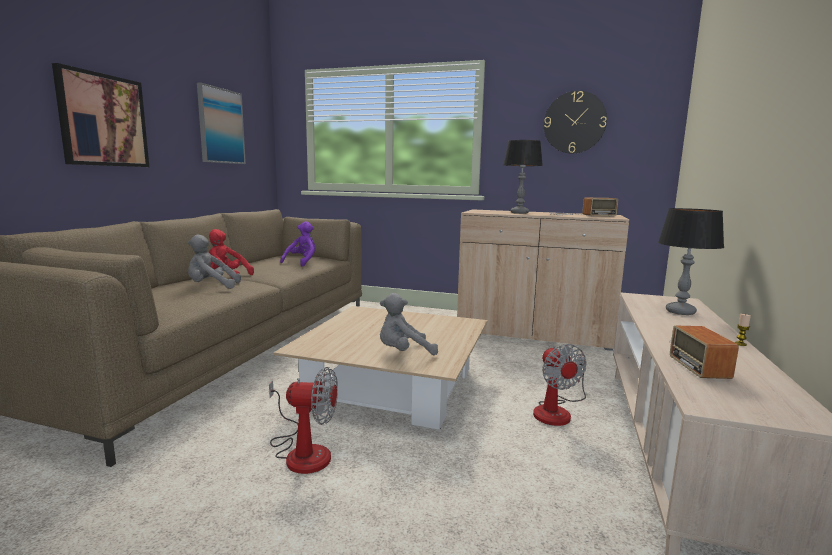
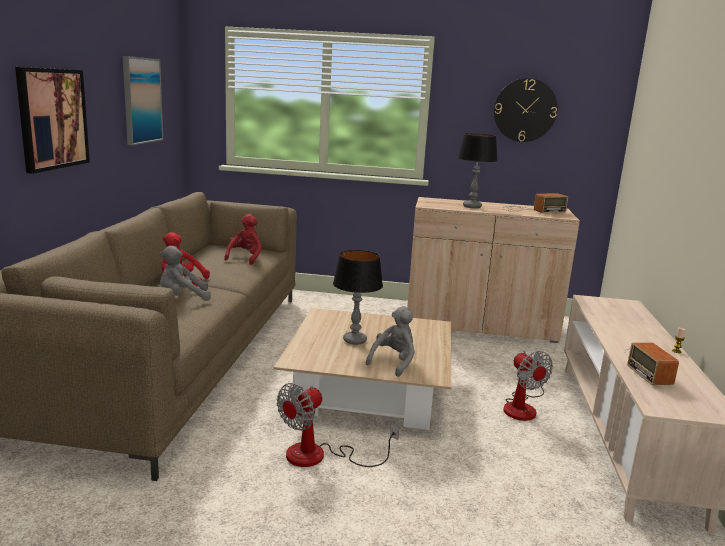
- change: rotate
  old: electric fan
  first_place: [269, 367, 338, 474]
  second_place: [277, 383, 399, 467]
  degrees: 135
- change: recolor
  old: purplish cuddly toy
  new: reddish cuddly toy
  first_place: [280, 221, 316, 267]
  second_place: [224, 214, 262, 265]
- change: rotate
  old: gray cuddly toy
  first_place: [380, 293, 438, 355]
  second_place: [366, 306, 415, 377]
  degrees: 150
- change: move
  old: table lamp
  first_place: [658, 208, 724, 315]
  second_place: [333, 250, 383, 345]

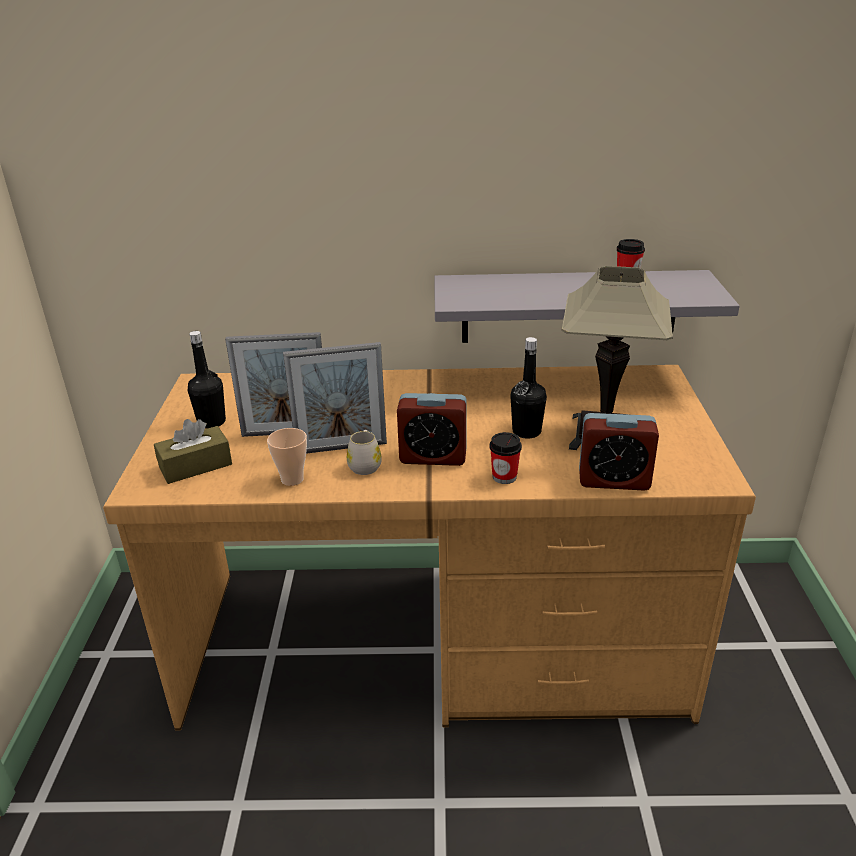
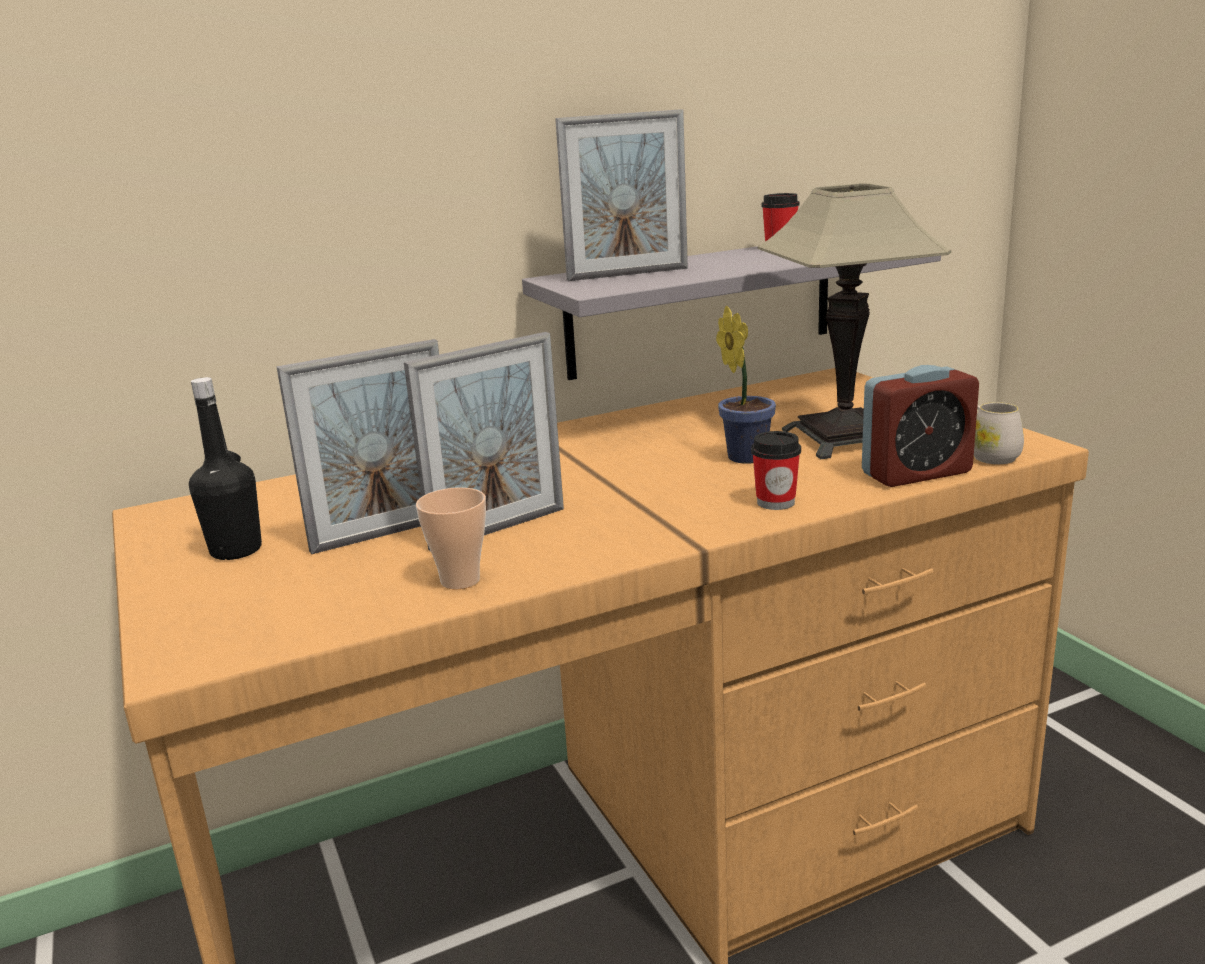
- change: delete
  old: brown tissue box
  first_place: [154, 419, 232, 484]
- change: move
  old: whitish tea mug
  first_place: [347, 430, 382, 475]
  second_place: [974, 402, 1024, 464]
- change: delete
  old: bedside clock
  first_place: [397, 393, 467, 466]
- change: replace
  old: black beverage bottle
  new: plant in a pot
  first_place: [510, 337, 547, 439]
  second_place: [716, 305, 776, 464]
- change: insert
  new: picture frame
  second_place: [555, 109, 688, 281]

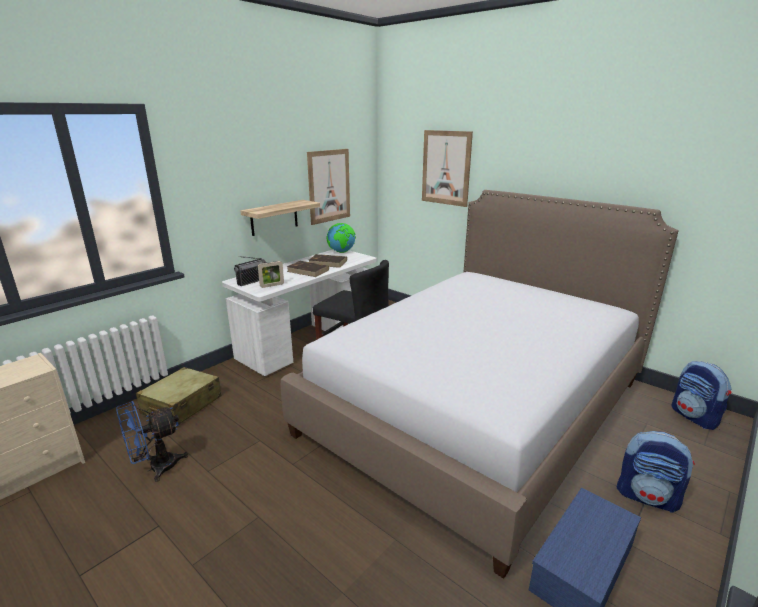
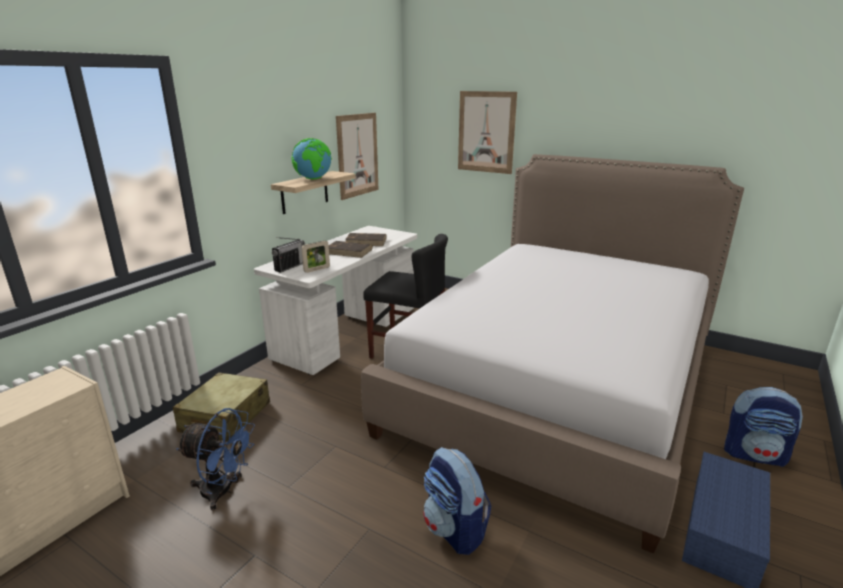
- change: rotate
  old: blue-coloured electric fan
  first_place: [116, 401, 188, 482]
  second_place: [176, 408, 255, 511]
  degrees: -120
- change: move
  old: world globe
  first_place: [327, 223, 356, 253]
  second_place: [291, 138, 332, 179]
- change: move
  old: rucksack
  first_place: [672, 361, 732, 430]
  second_place: [423, 447, 491, 555]

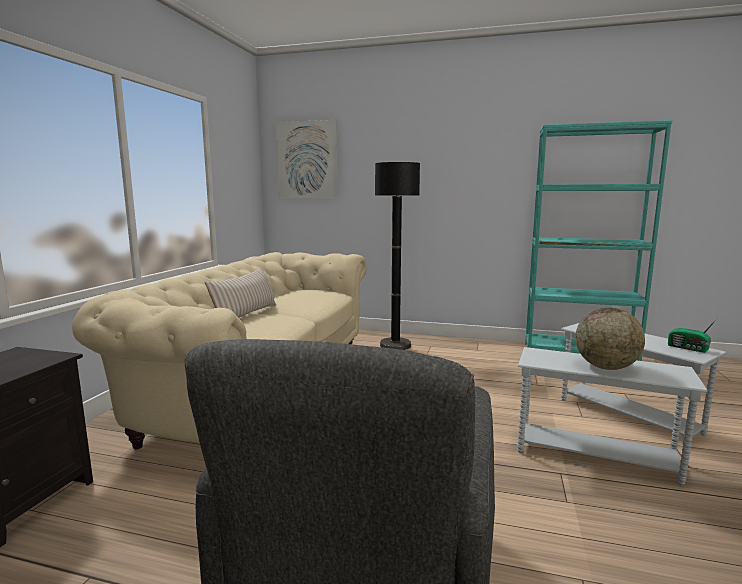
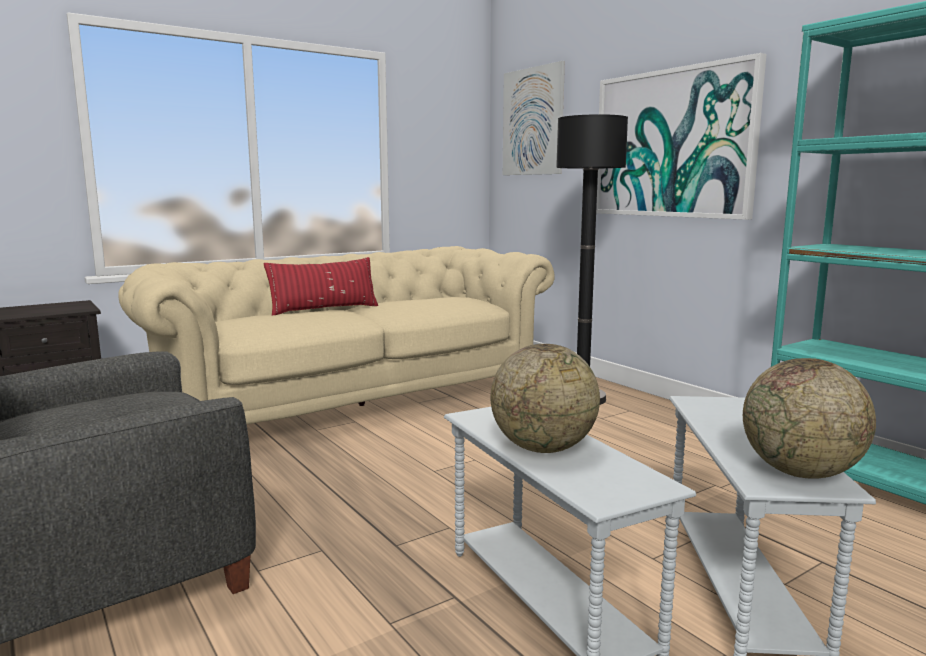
- change: recolor
  old: beige cushion
  new: reddish cushion
  first_place: [205, 267, 276, 318]
  second_place: [263, 257, 378, 315]
- change: replace
  old: radio
  new: world globe
  first_place: [668, 320, 716, 353]
  second_place: [743, 358, 876, 479]
- change: insert
  new: wall picture
  second_place: [596, 53, 767, 220]

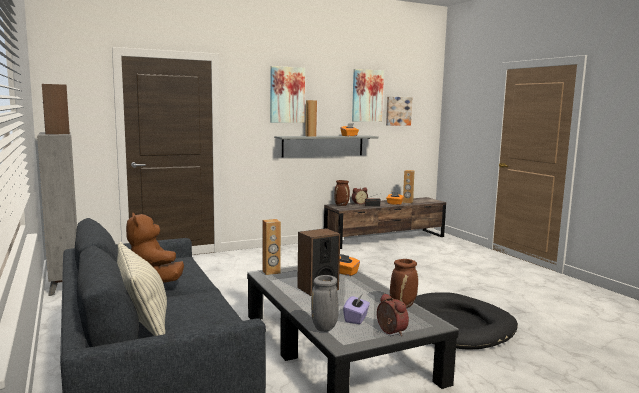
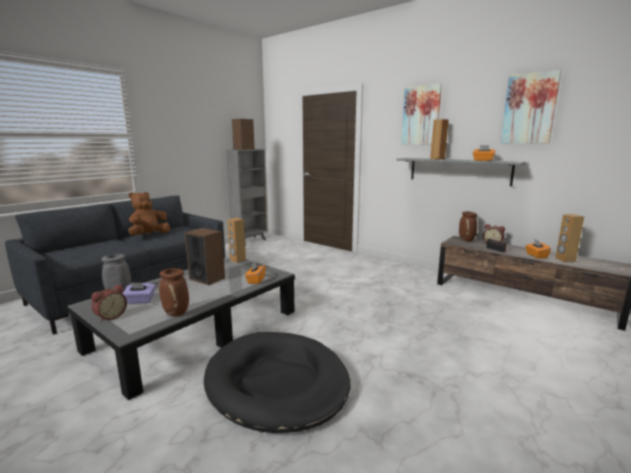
- change: delete
  old: cushion
  first_place: [117, 242, 167, 336]
- change: delete
  old: wall picture
  first_place: [386, 97, 412, 126]

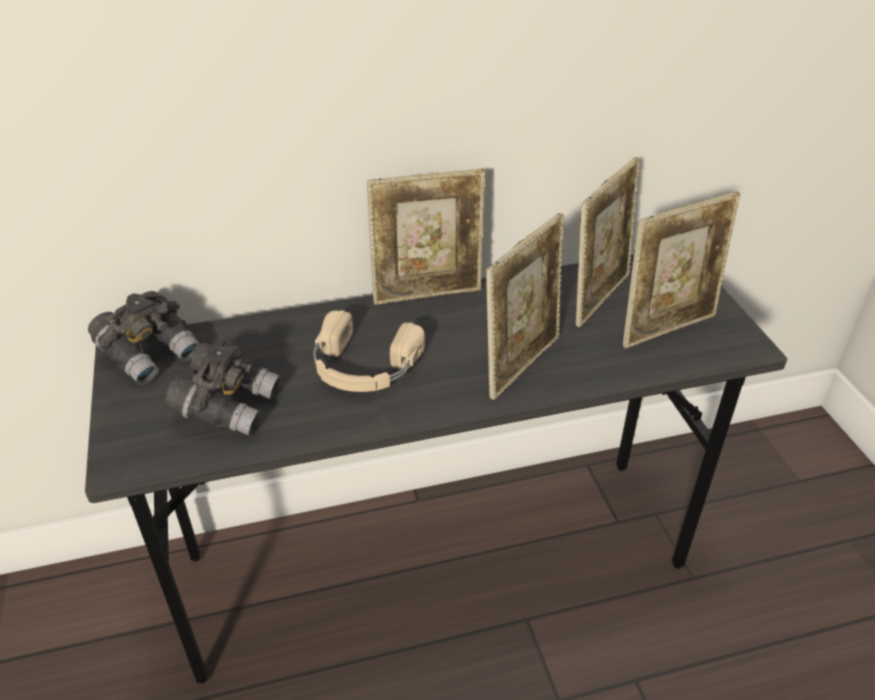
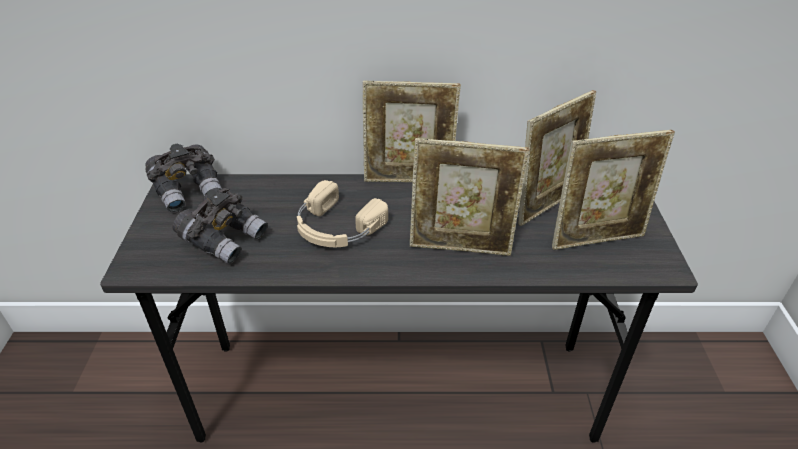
- change: rotate
  old: picture frame
  first_place: [486, 213, 564, 400]
  second_place: [410, 138, 530, 256]
  degrees: 45

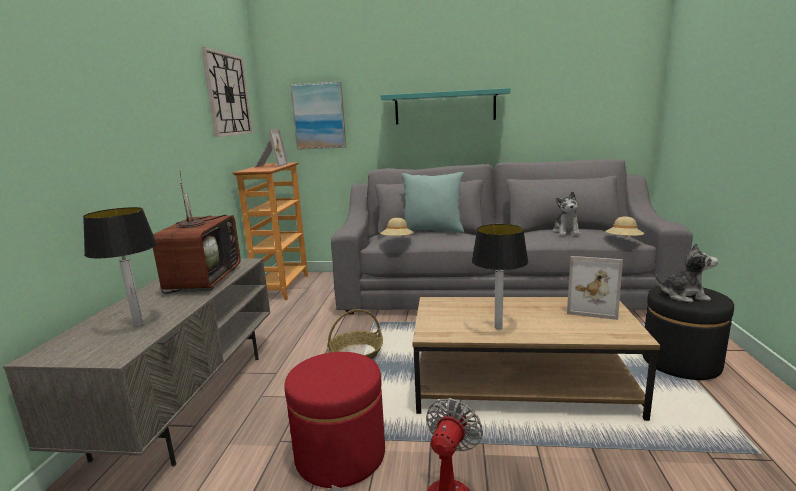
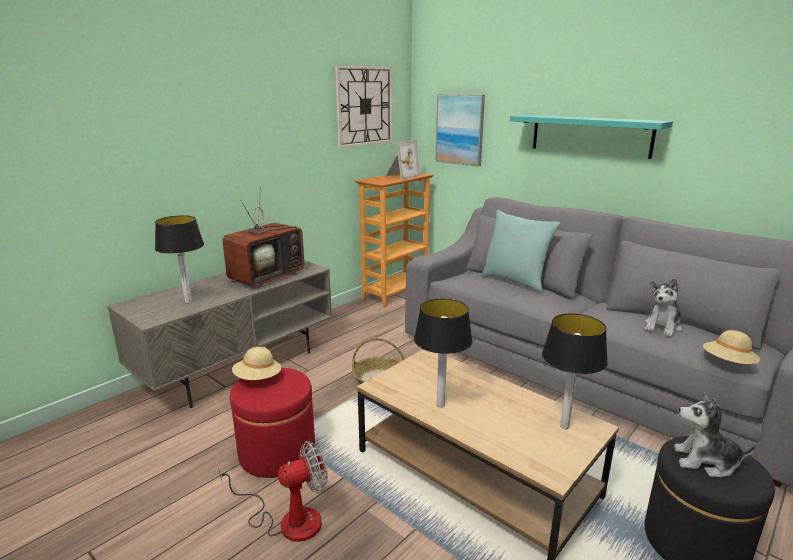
- change: move
  old: beige wearable hat
  first_place: [380, 218, 414, 237]
  second_place: [232, 347, 281, 380]
- change: replace
  old: picture frame
  new: table lamp
  first_place: [567, 256, 623, 320]
  second_place: [542, 313, 608, 429]
- change: rotate
  old: cuddly toy
  first_place: [655, 243, 718, 302]
  second_place: [674, 393, 757, 477]
  degrees: 150

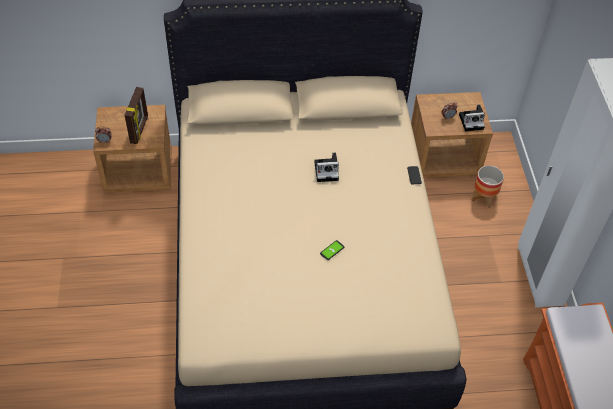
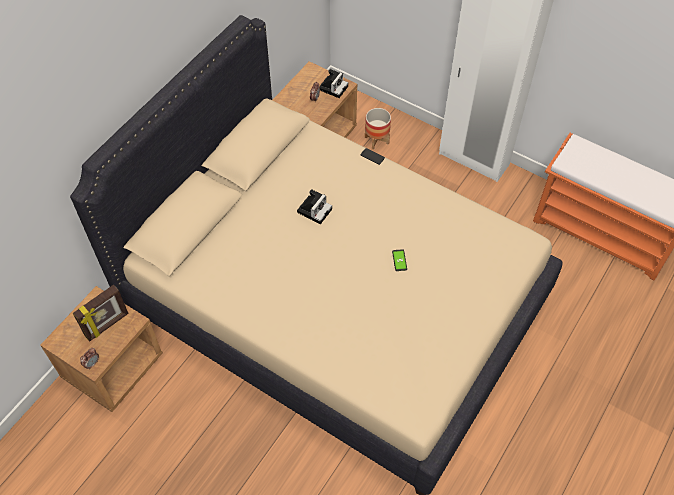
- change: rotate
  old: picture frame
  first_place: [125, 87, 148, 144]
  second_place: [73, 285, 128, 342]
  degrees: 90

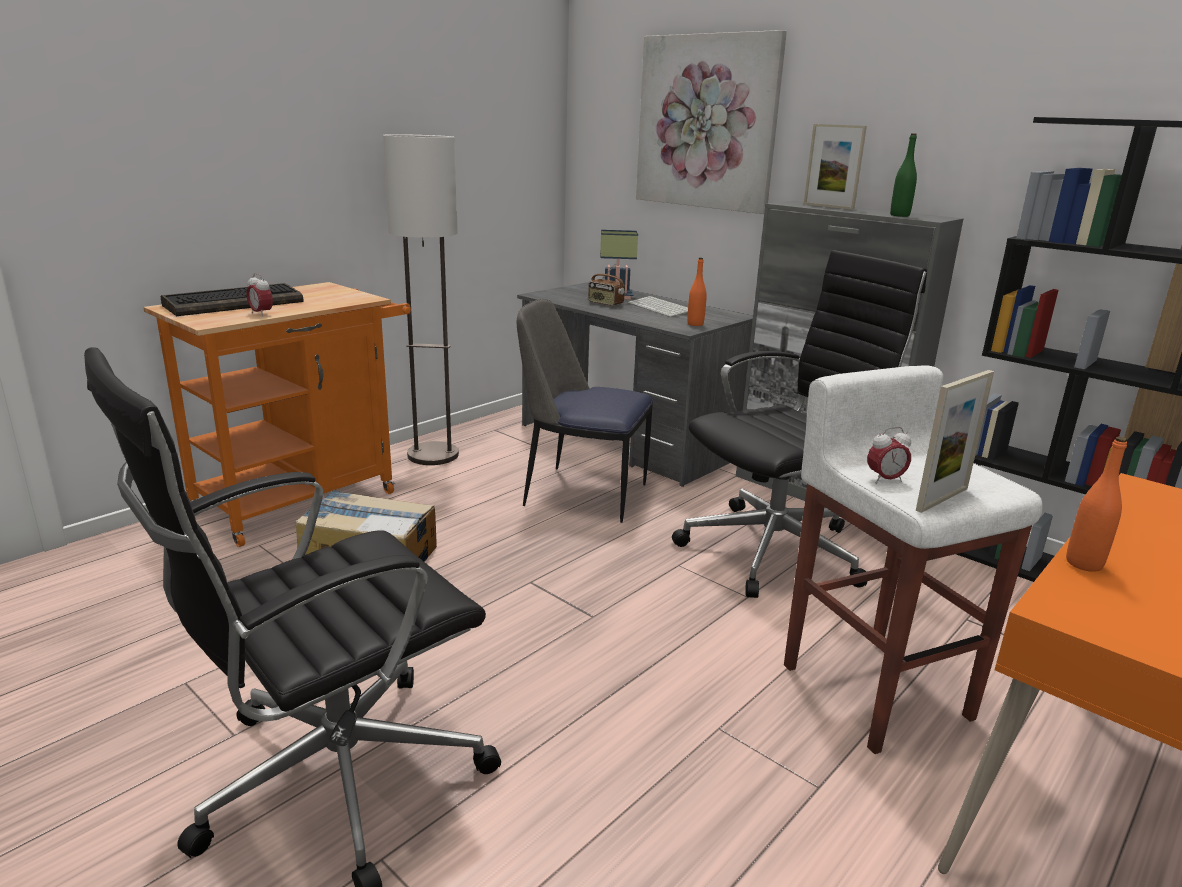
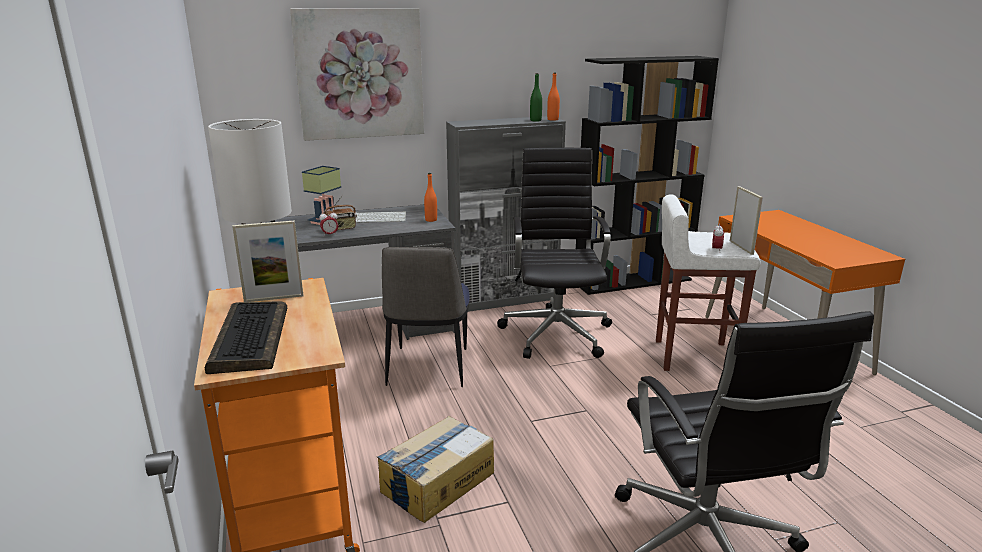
- change: move
  old: bedside clock
  first_place: [246, 273, 273, 317]
  second_place: [319, 210, 338, 237]
- change: rotate
  old: plain chair
  first_place: [517, 299, 653, 523]
  second_place: [382, 247, 470, 387]
  degrees: -45
- change: move
  old: picture frame
  first_place: [804, 124, 867, 210]
  second_place: [232, 221, 303, 302]
- change: move
  old: orangey beverage bottle
  first_place: [1066, 437, 1127, 572]
  second_place: [547, 73, 560, 121]

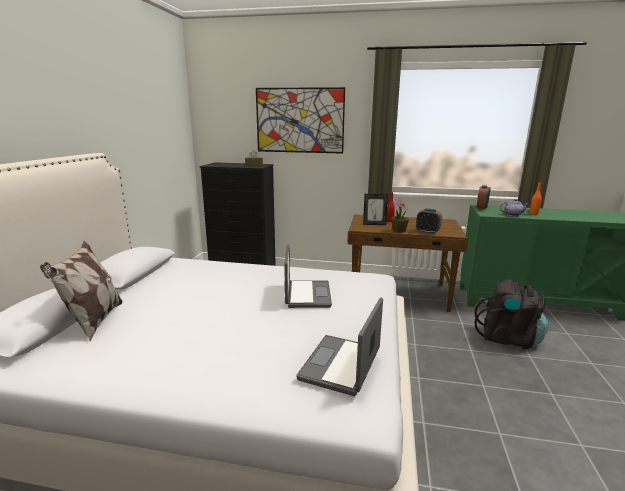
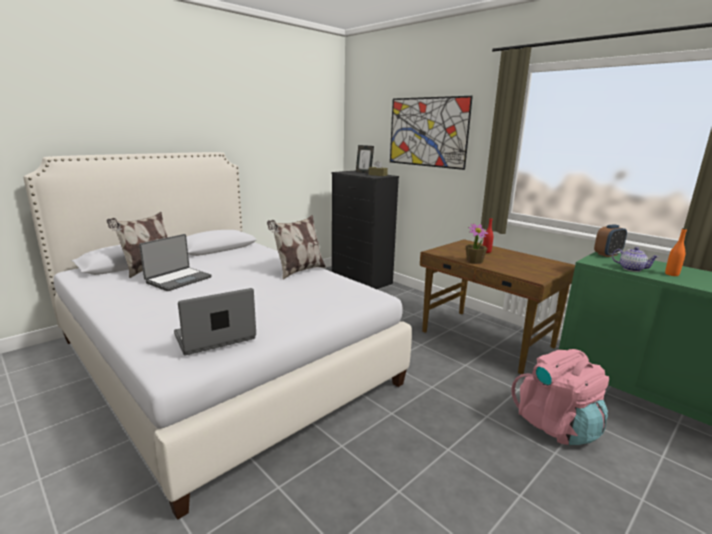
- change: move
  old: portable computer
  first_place: [284, 244, 332, 308]
  second_place: [139, 234, 211, 291]
- change: move
  old: picture frame
  first_place: [363, 194, 388, 225]
  second_place: [356, 145, 374, 174]
- change: delete
  old: bedside clock
  first_place: [416, 208, 442, 234]
- change: recolor
  old: black rucksack
  new: pink-coloured rucksack
  first_place: [475, 279, 549, 349]
  second_place: [511, 349, 609, 445]
- change: insert
  new: cushion
  second_place: [267, 215, 326, 280]

